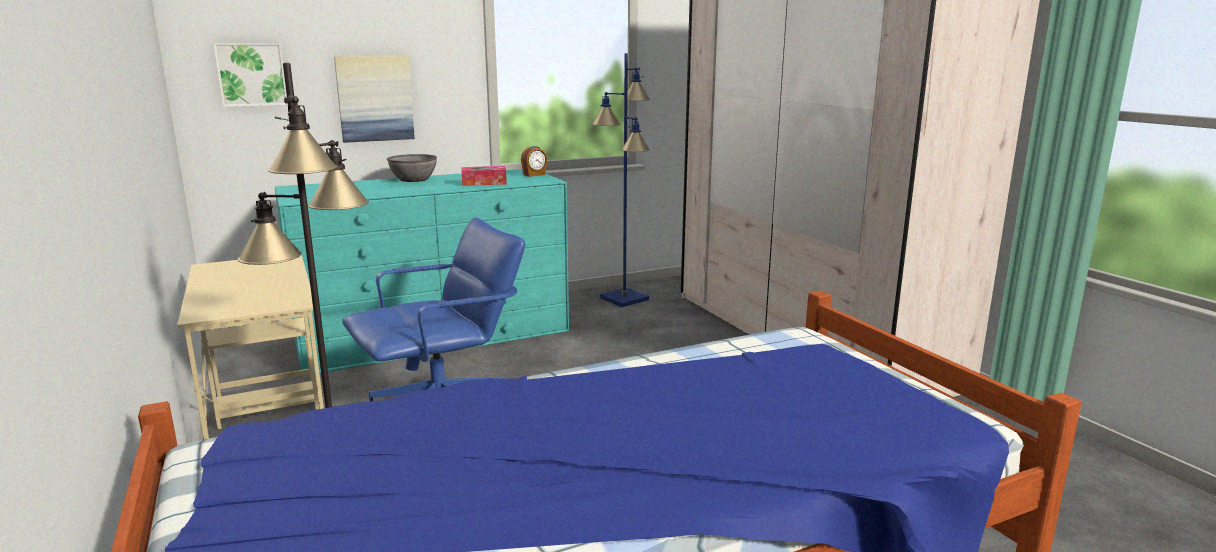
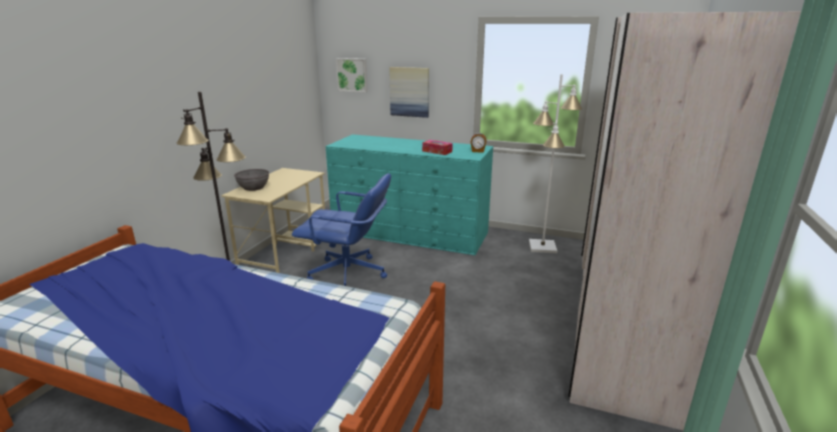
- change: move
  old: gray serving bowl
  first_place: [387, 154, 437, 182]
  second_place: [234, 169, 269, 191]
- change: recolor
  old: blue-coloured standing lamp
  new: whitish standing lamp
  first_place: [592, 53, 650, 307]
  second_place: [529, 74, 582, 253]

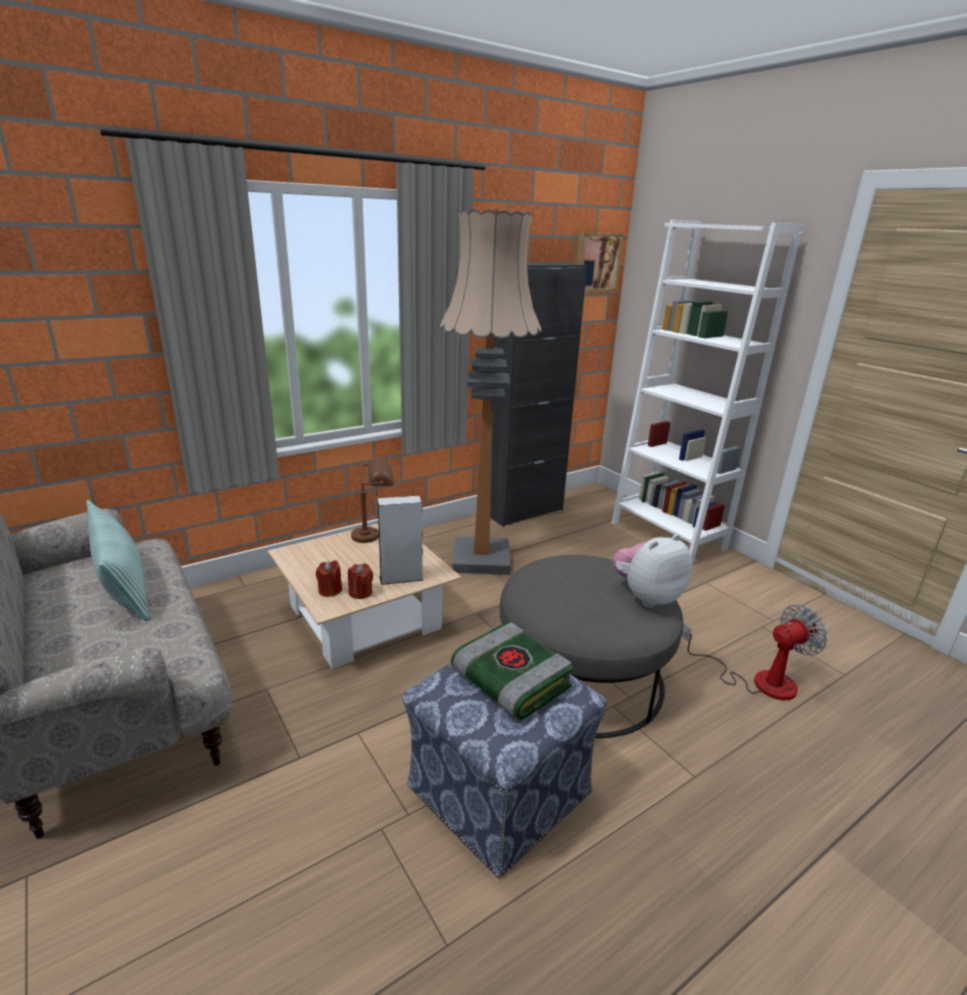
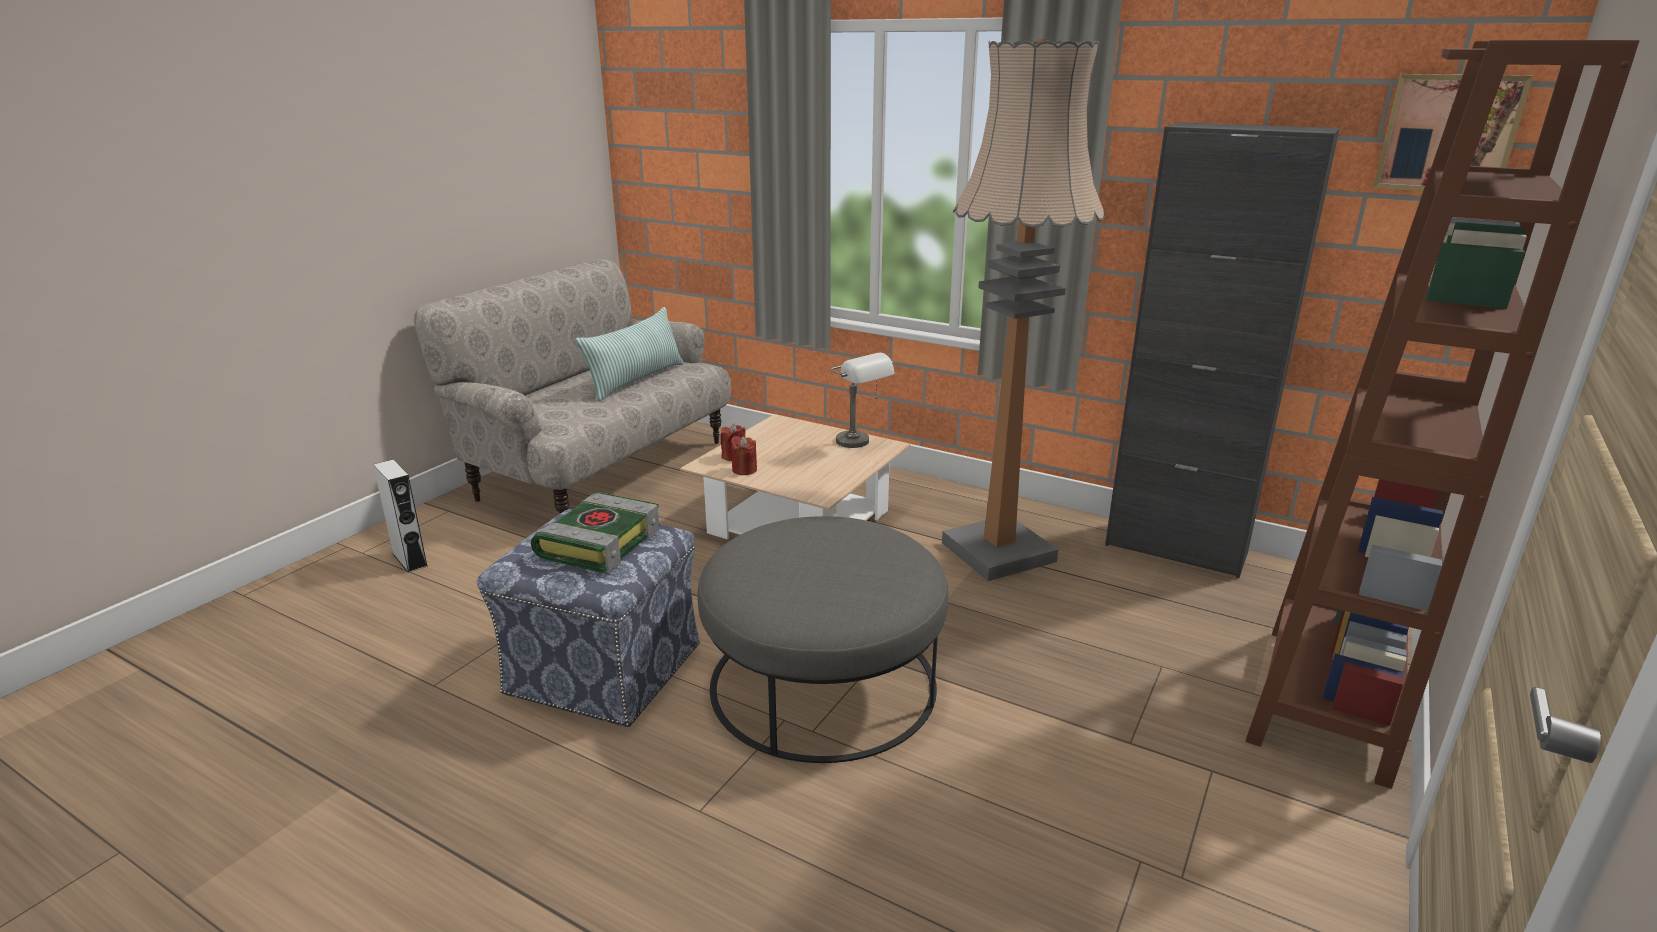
- change: recolor
  old: brown table lamp
  new: gray table lamp
  first_place: [351, 458, 394, 543]
  second_place: [830, 353, 894, 448]
- change: move
  old: gray audio speaker
  first_place: [377, 496, 423, 585]
  second_place: [373, 460, 428, 573]
- change: recolor
  old: whitish bookcase
  new: brown bookcase
  first_place: [612, 220, 803, 564]
  second_place: [1245, 40, 1640, 789]
- change: delete
  old: cuddly toy
  first_place: [612, 534, 692, 607]
- change: delete
  old: electric fan
  first_place: [682, 605, 827, 700]

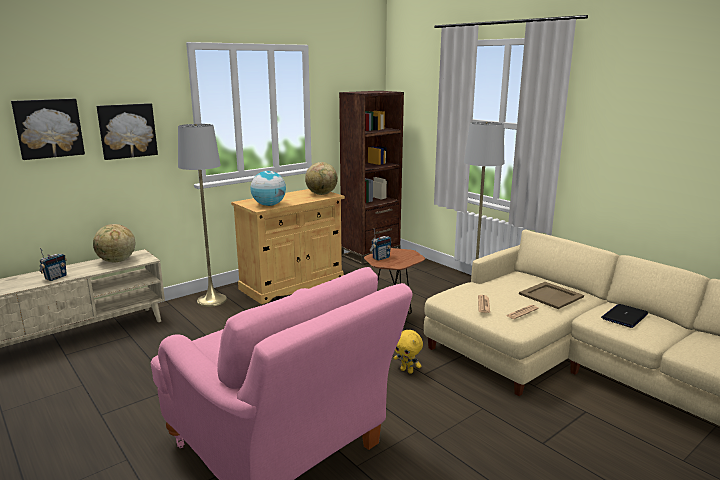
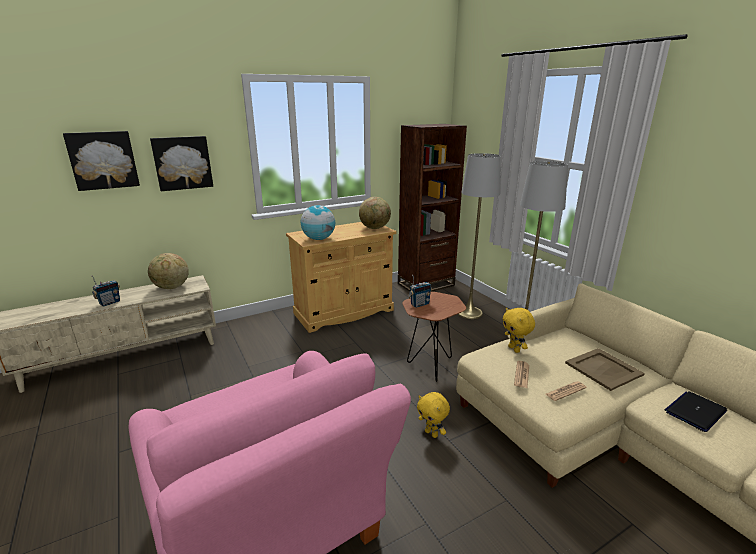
- change: move
  old: gray standing lamp
  first_place: [178, 124, 227, 307]
  second_place: [457, 153, 501, 319]
- change: insert
  new: yellow cuddly toy
  second_place: [503, 307, 535, 353]

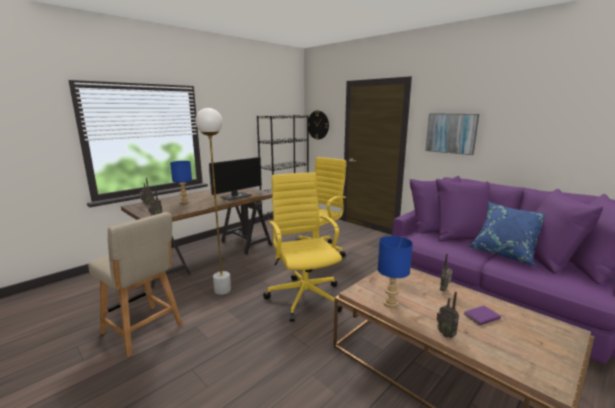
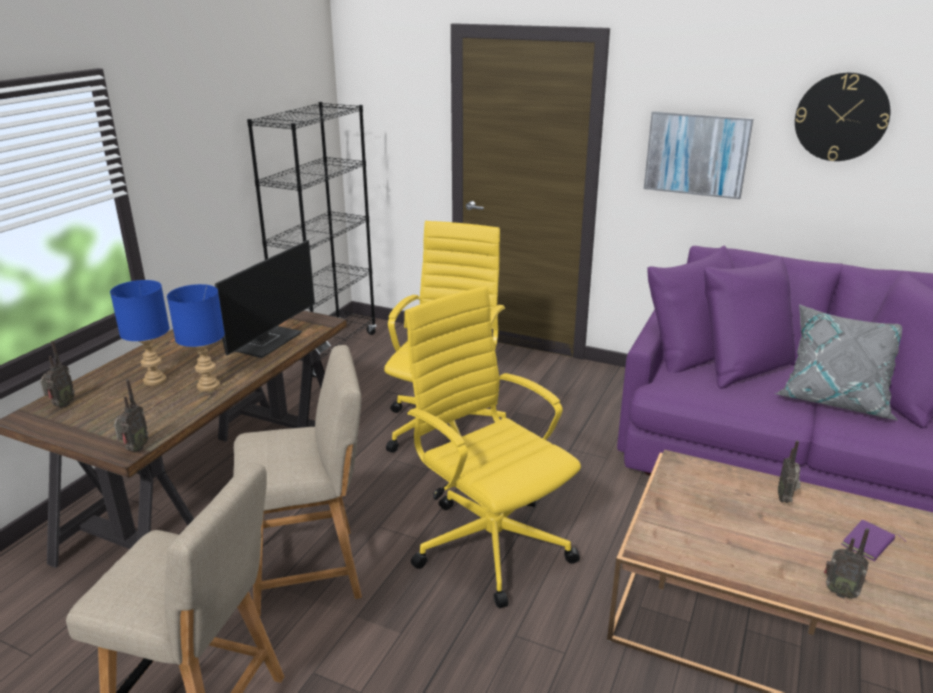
- change: replace
  old: whitish standing lamp
  new: beige plain chair
  first_place: [195, 108, 231, 295]
  second_place: [233, 345, 362, 617]
- change: move
  old: wall clock
  first_place: [308, 111, 329, 140]
  second_place: [795, 72, 890, 161]
- change: move
  old: blue-coloured table lamp
  first_place: [378, 236, 413, 308]
  second_place: [167, 284, 225, 392]
- change: recolor
  old: blue-coloured cushion
  new: gray cushion
  first_place: [468, 201, 545, 267]
  second_place: [774, 304, 902, 421]

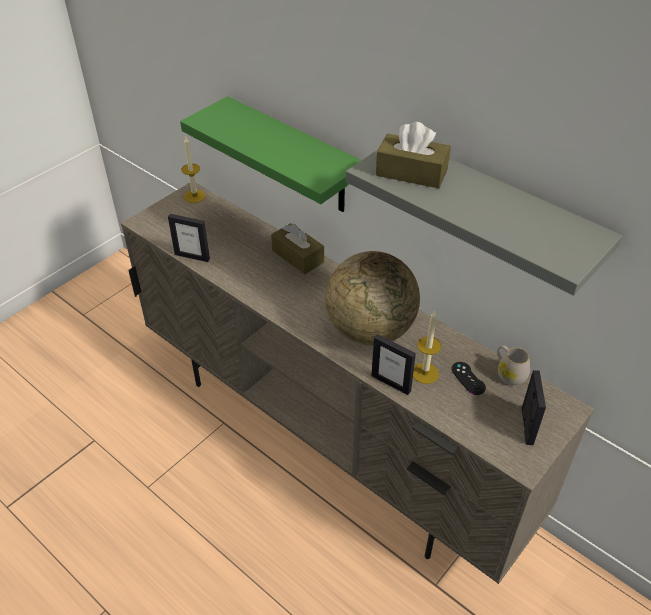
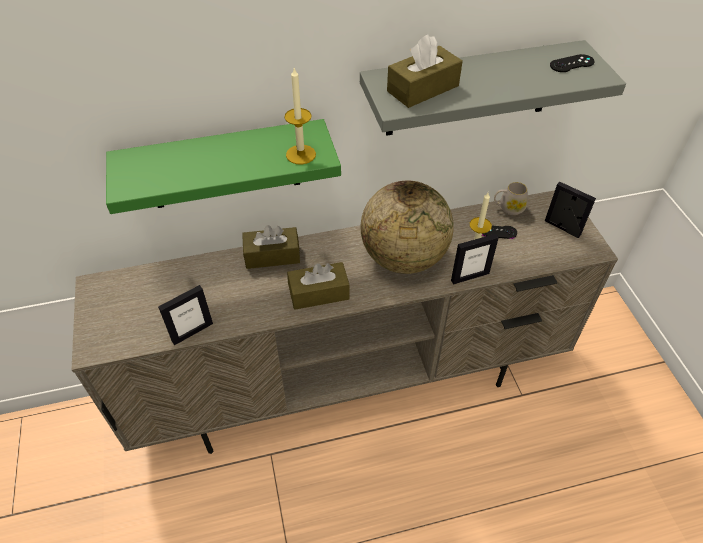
- change: move
  old: wax light
  first_place: [181, 137, 206, 203]
  second_place: [284, 68, 316, 164]
- change: insert
  new: brown tissue box
  second_place: [287, 262, 350, 310]
- change: insert
  new: black gamepad
  second_place: [550, 54, 594, 72]

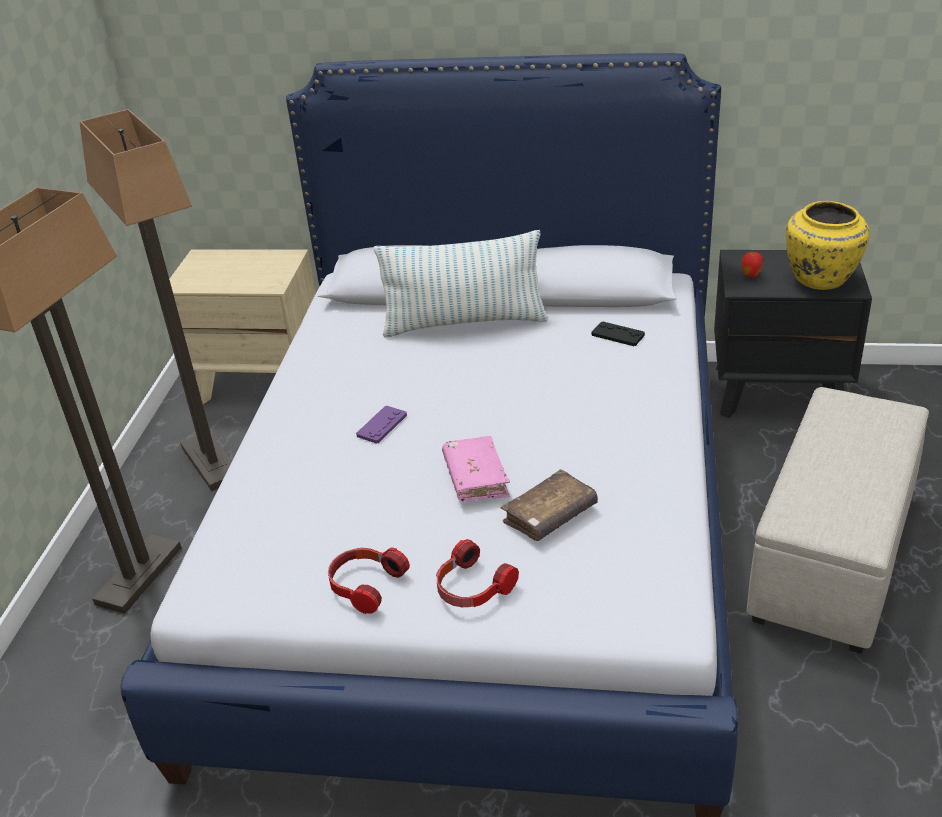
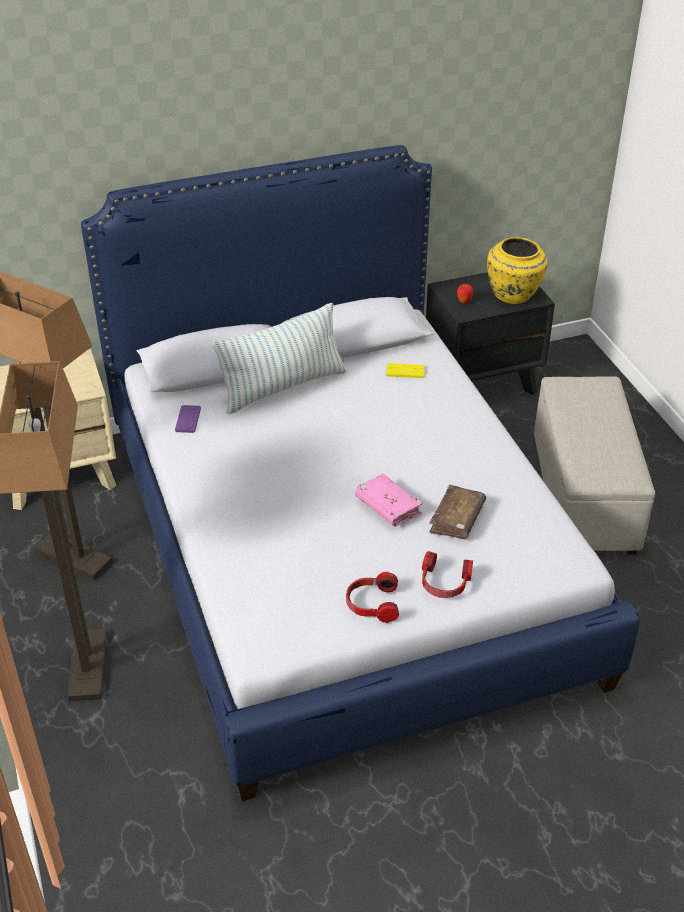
- change: move
  old: purplish gamepad
  first_place: [356, 406, 407, 444]
  second_place: [175, 405, 201, 433]
- change: recolor
  old: black gamepad
  new: yellow gamepad
  first_place: [592, 322, 645, 346]
  second_place: [386, 363, 425, 378]

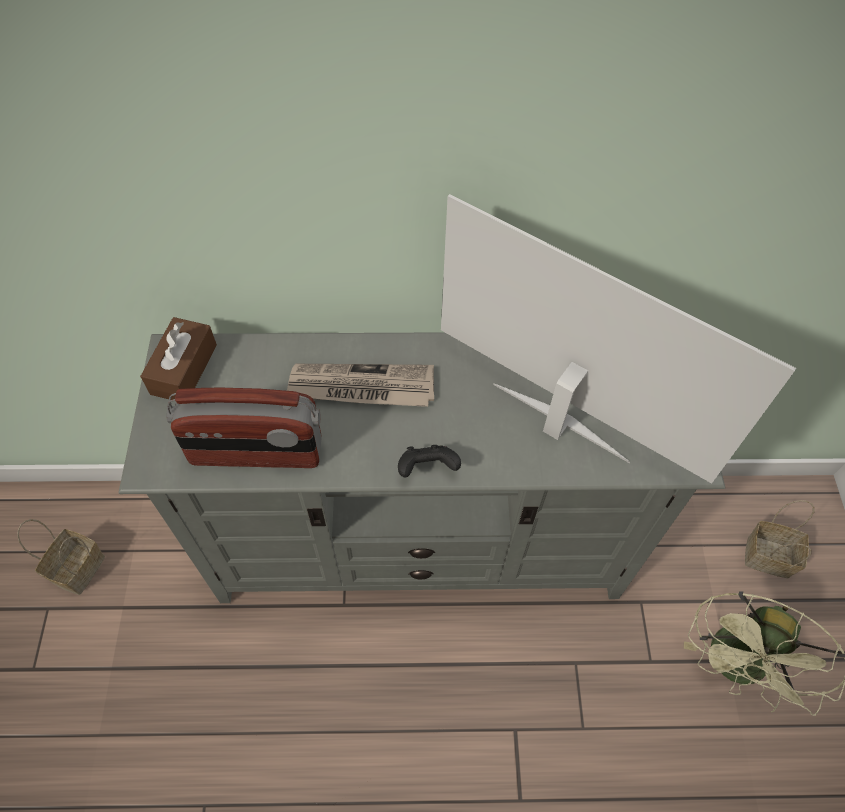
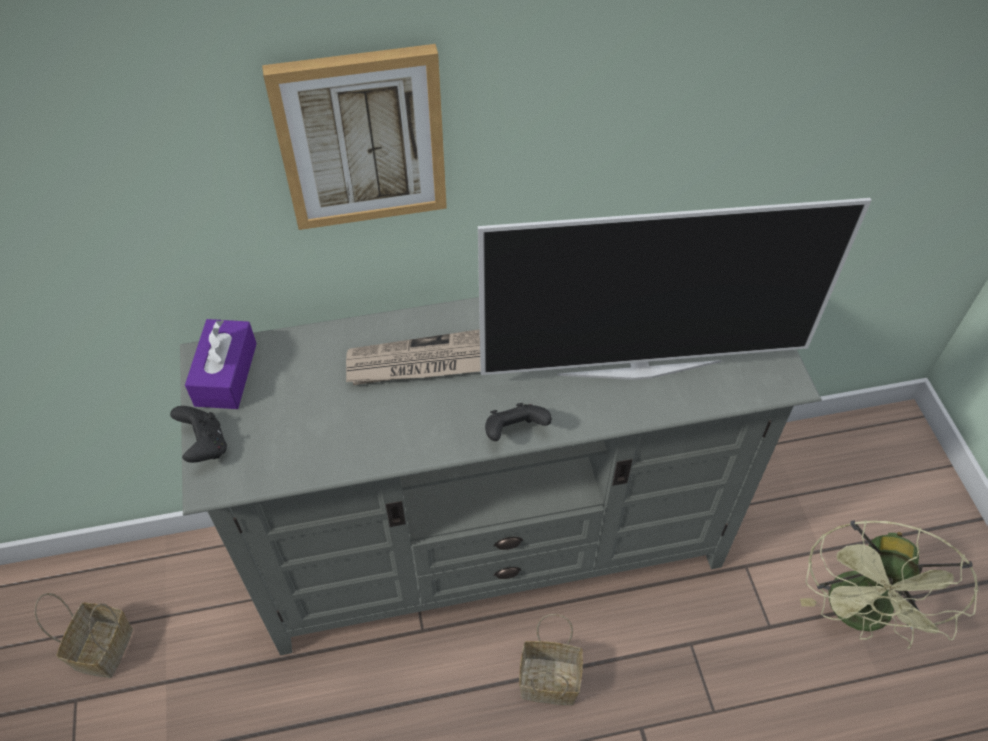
- change: recolor
  old: brown tissue box
  new: purplish tissue box
  first_place: [140, 317, 217, 400]
  second_place: [185, 319, 257, 409]
- change: delete
  old: radio
  first_place: [166, 388, 322, 468]
- change: rotate
  old: television
  first_place: [441, 194, 796, 484]
  second_place: [478, 198, 872, 380]
  degrees: 150
- change: move
  old: household basket
  first_place: [745, 500, 815, 578]
  second_place: [519, 614, 583, 705]
- change: insert
  new: black gamepad
  second_place: [170, 406, 227, 463]
- change: insert
  new: wall picture
  second_place: [262, 44, 447, 230]

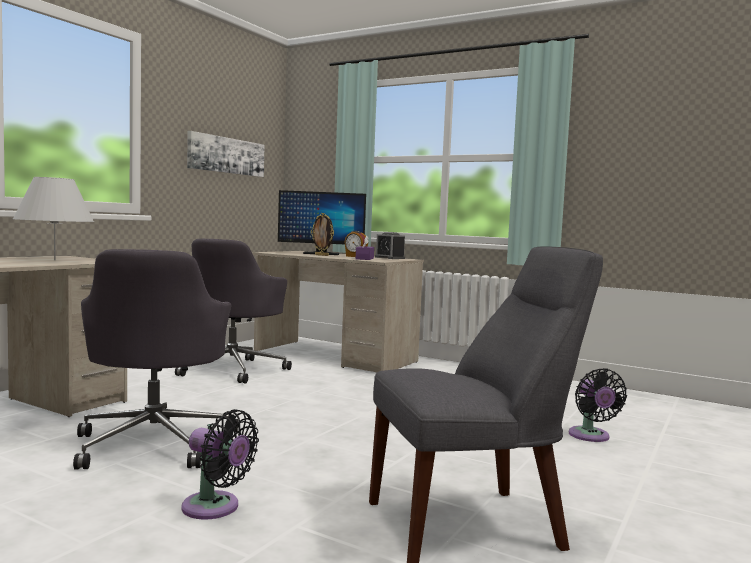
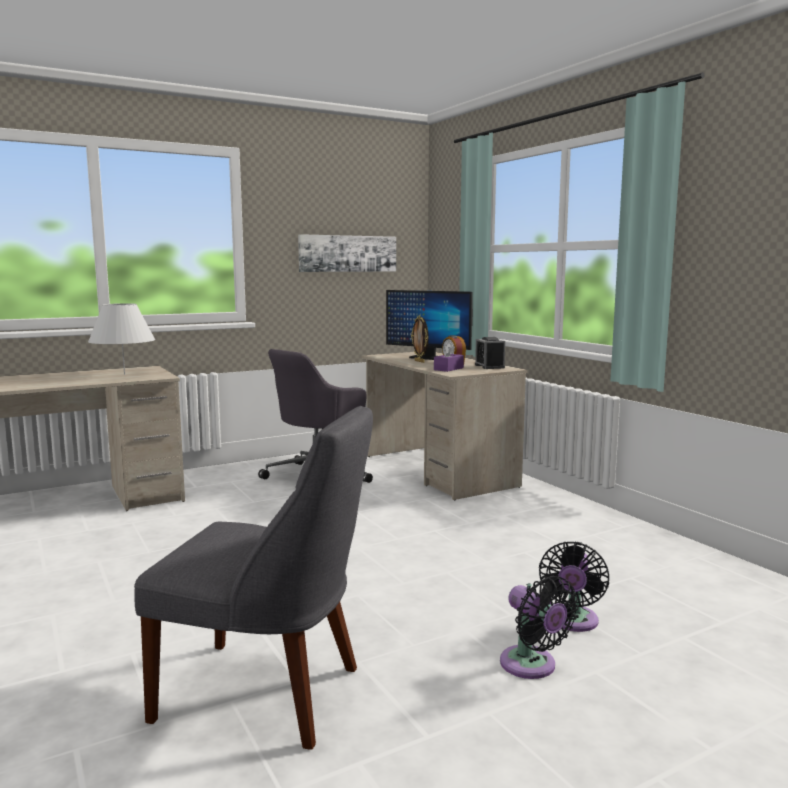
- change: delete
  old: gray desk chair
  first_place: [73, 249, 238, 470]
- change: move
  old: black electric fan
  first_place: [181, 409, 259, 519]
  second_place: [500, 576, 578, 679]

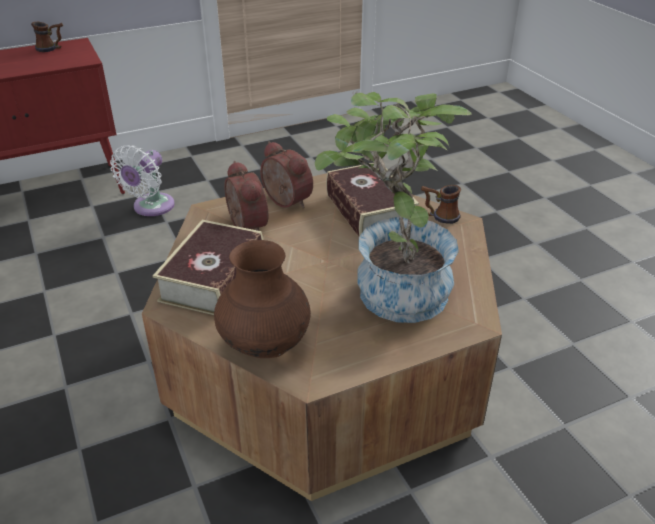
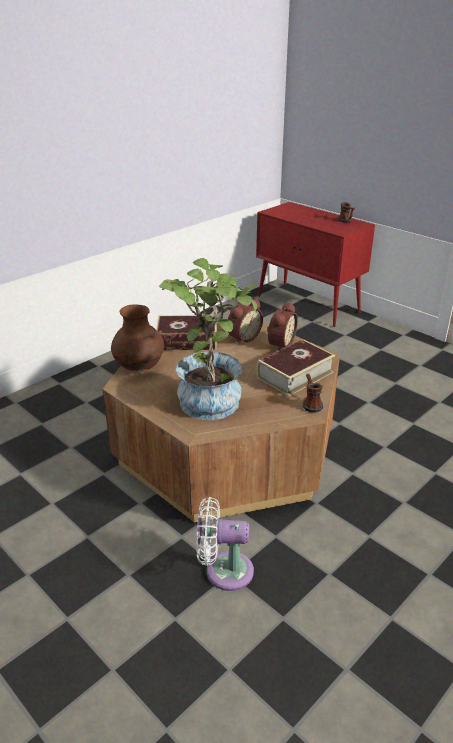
- change: move
  old: whitish electric fan
  first_place: [110, 145, 175, 216]
  second_place: [196, 497, 254, 591]

